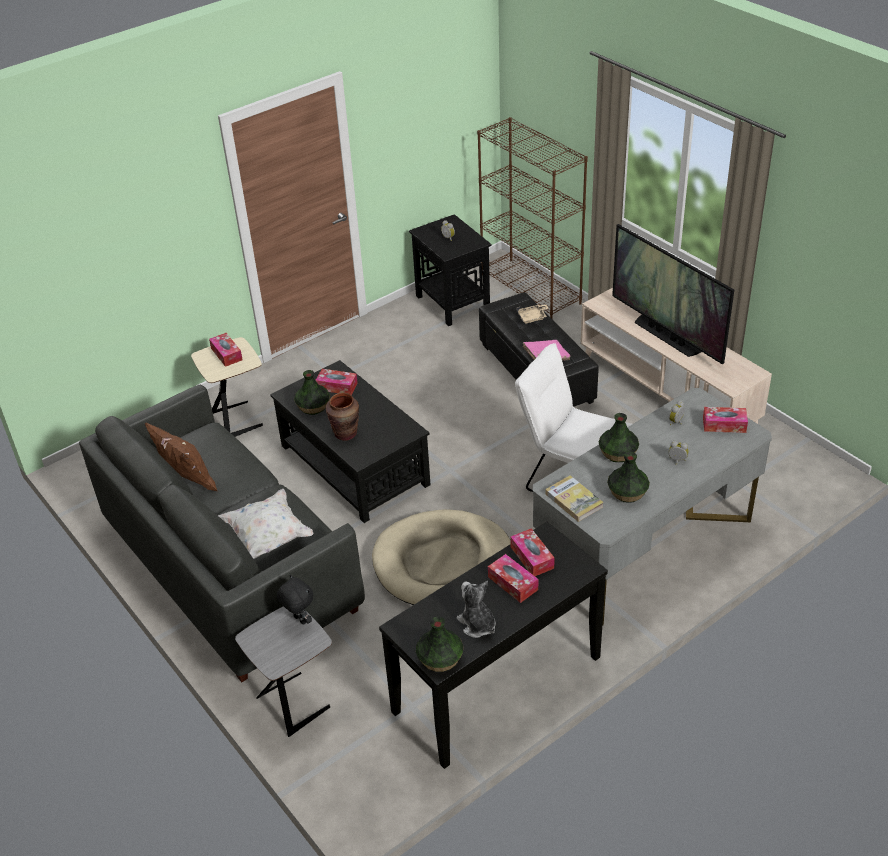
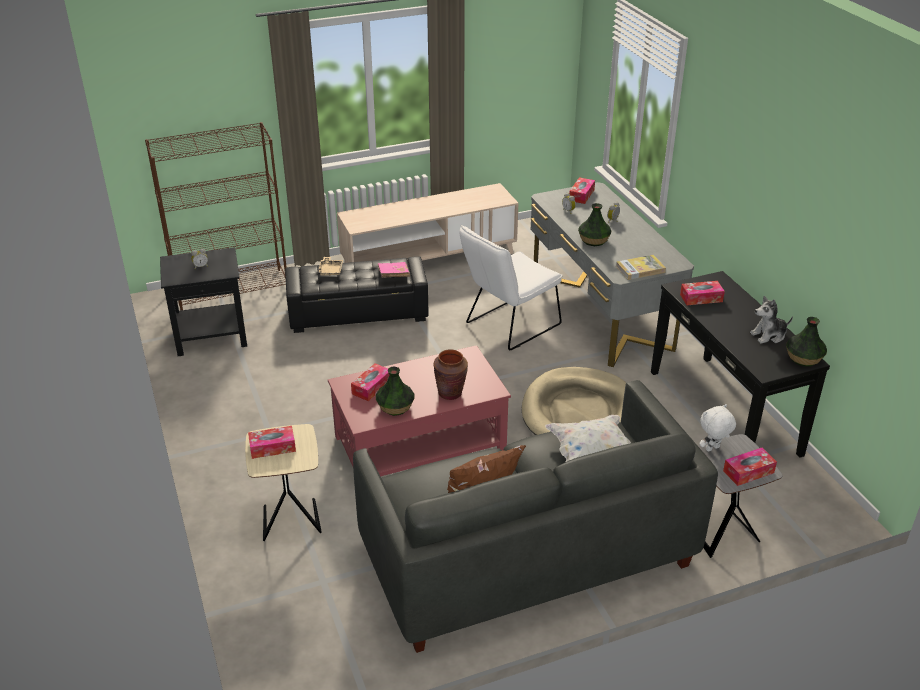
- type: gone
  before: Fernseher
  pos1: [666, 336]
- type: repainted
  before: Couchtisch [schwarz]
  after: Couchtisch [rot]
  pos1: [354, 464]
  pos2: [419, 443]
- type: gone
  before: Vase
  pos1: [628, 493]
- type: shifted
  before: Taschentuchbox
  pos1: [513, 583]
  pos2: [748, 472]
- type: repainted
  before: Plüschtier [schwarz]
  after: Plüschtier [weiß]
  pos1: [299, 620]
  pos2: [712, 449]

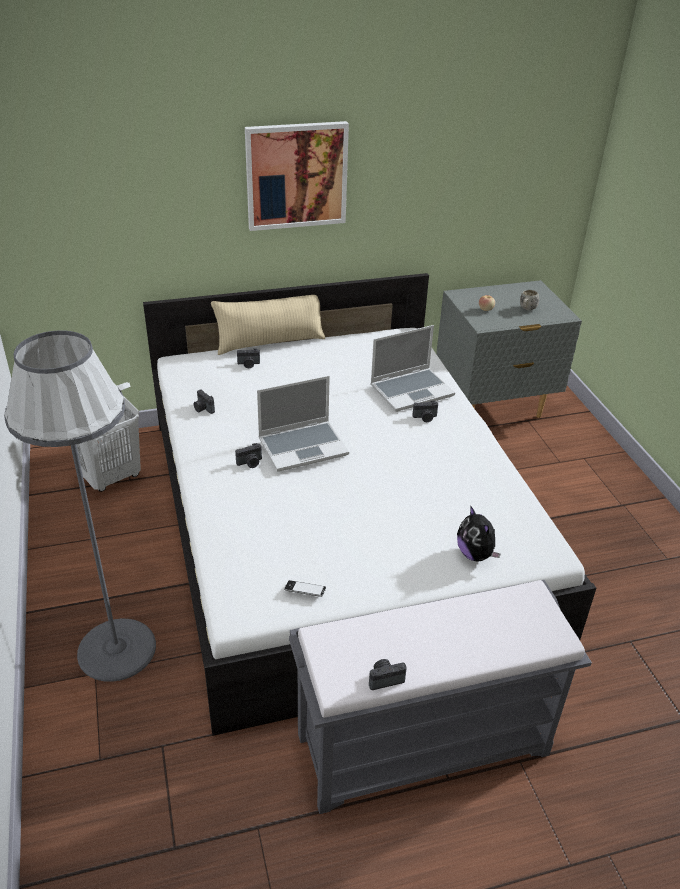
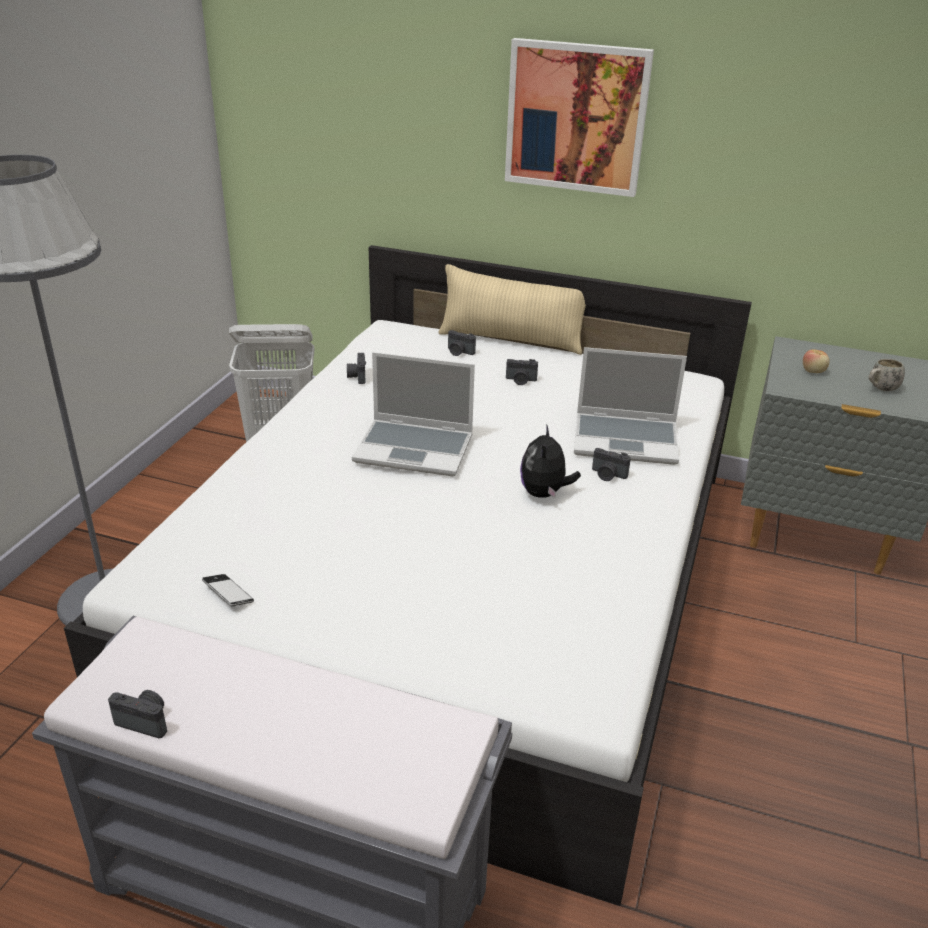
- type: shifted
  before: Kamera
  pos1: [250, 463]
  pos2: [520, 380]
- type: shifted
  before: Plüschtier
  pos1: [475, 554]
  pos2: [544, 493]

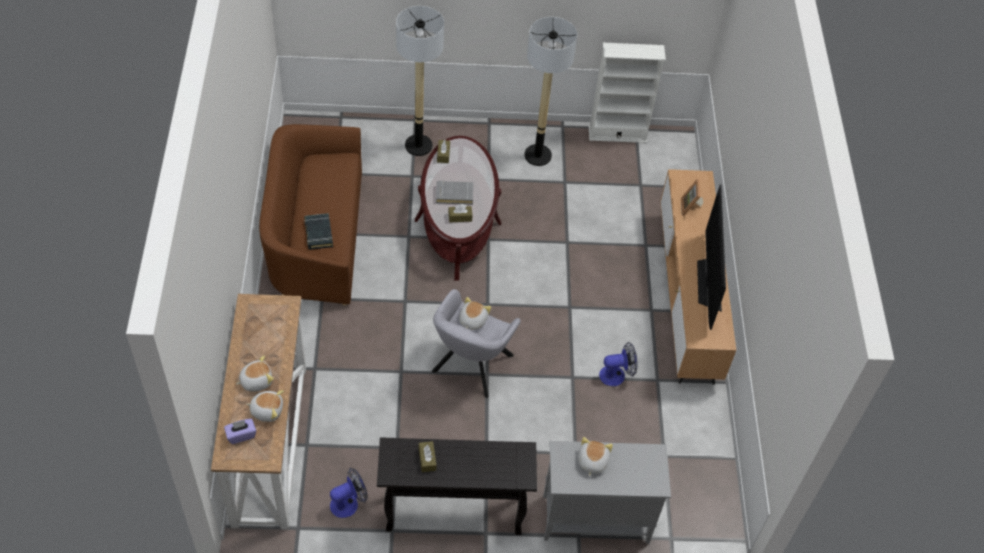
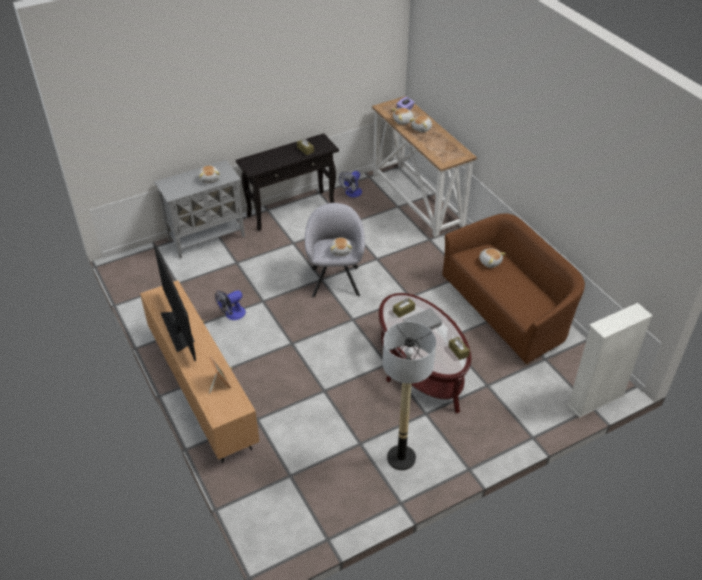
- type: gone
  before: Stehlampe
  pos1: [418, 145]
- type: shifted
  before: Bücherregal [weiß]
  pos1: [617, 134]
  pos2: [595, 400]
- type: swapped
  before: Buch [schwarz]
  after: Plüschtier
  pos1: [318, 233]
  pos2: [490, 262]

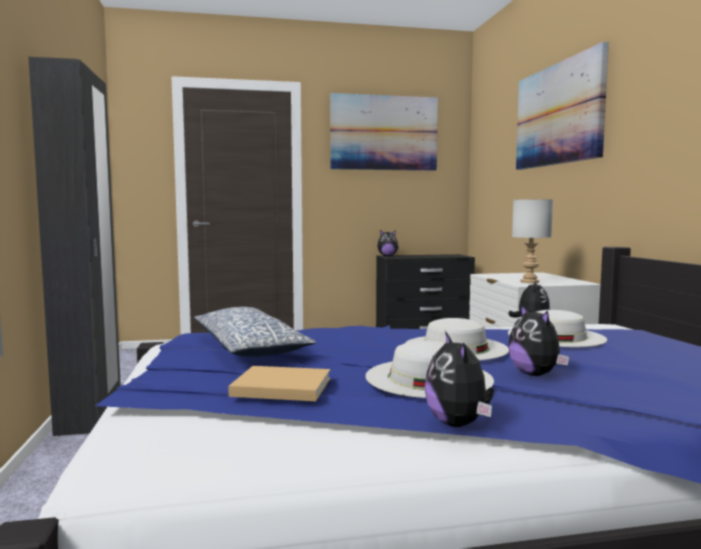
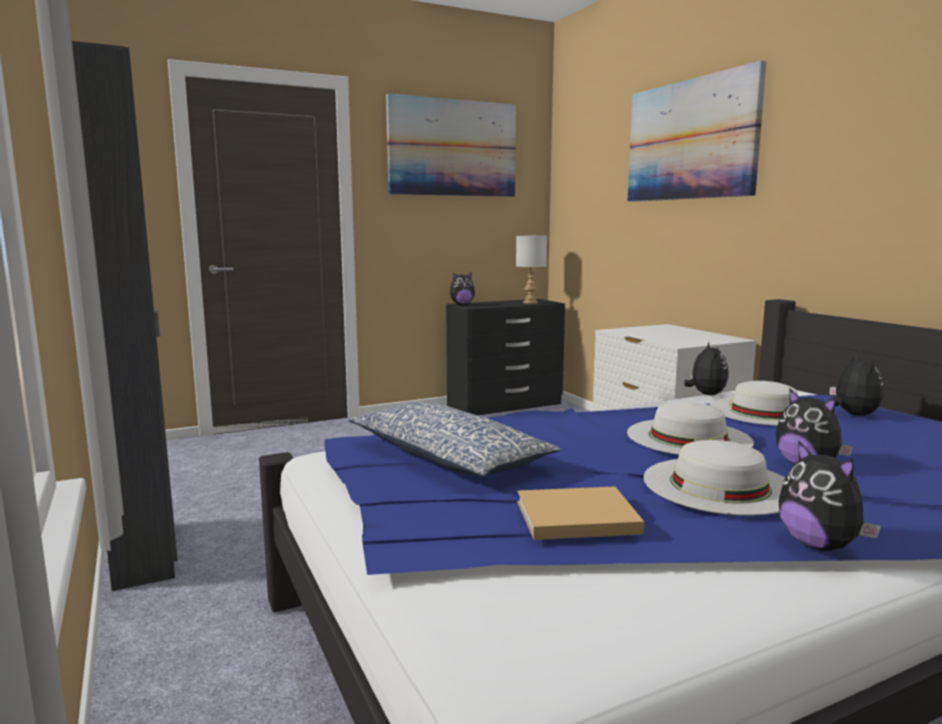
- type: shifted
  before: Tischlampe [grau]
  pos1: [530, 282]
  pos2: [530, 302]
- type: new
  after: Plüschtier
  pos2: [853, 415]

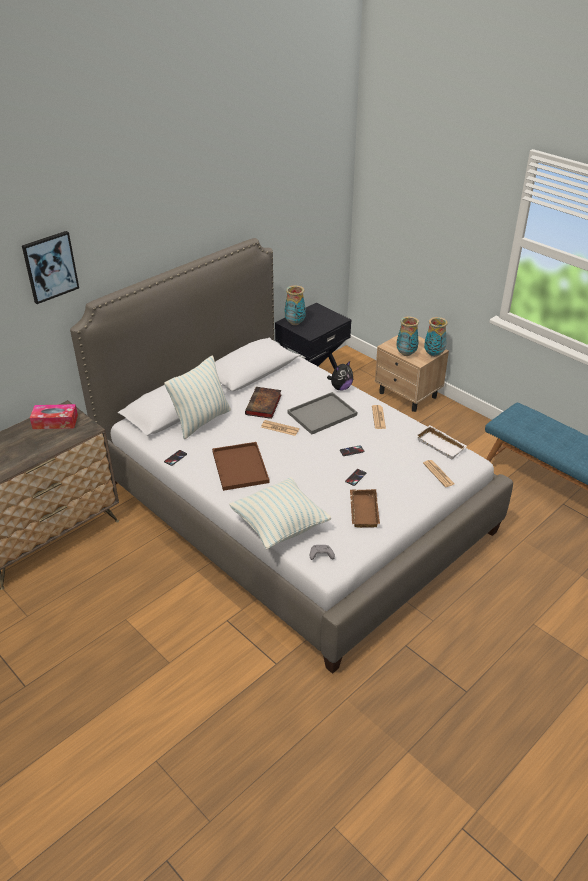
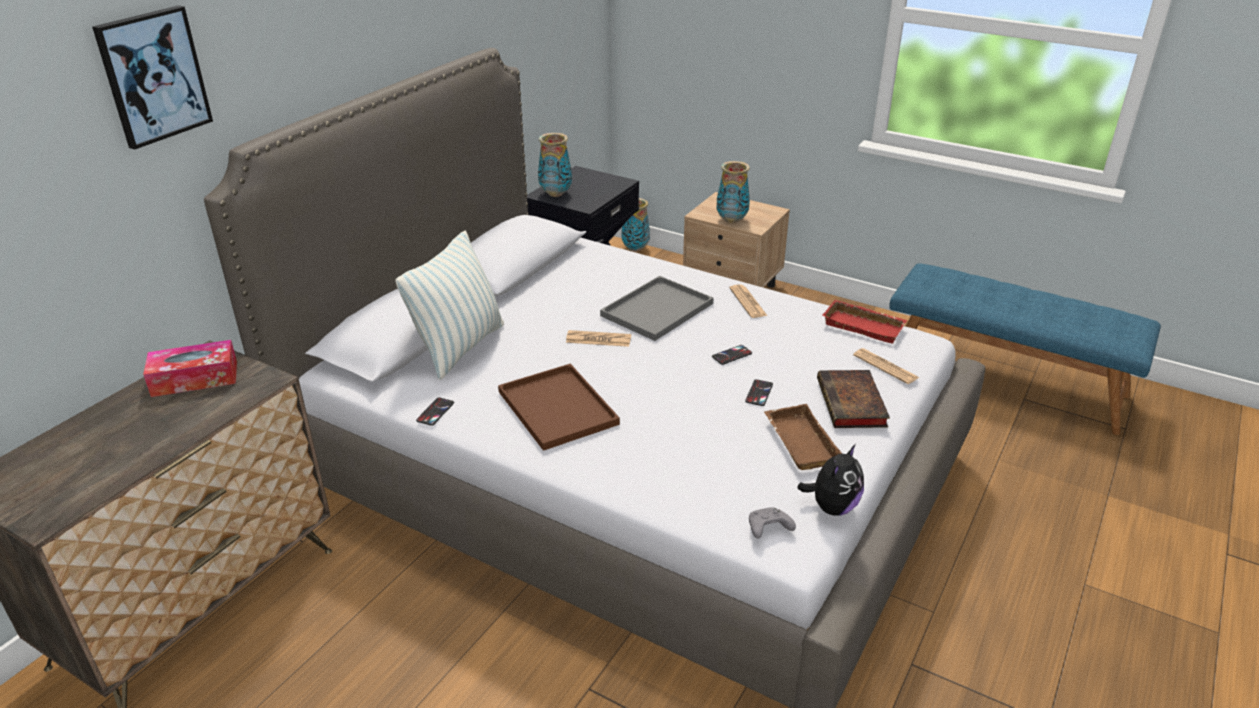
- type: shifted
  before: Vase
  pos1: [434, 354]
  pos2: [636, 248]
- type: shifted
  before: Plüschtier
  pos1: [340, 388]
  pos2: [832, 507]
- type: shifted
  before: Buch
  pos1: [263, 406]
  pos2: [852, 405]
- type: repainted
  before: Tablett [weiß]
  after: Tablett [rot]
  pos1: [441, 445]
  pos2: [864, 326]
- type: gone
  before: Kissen
  pos1: [279, 526]

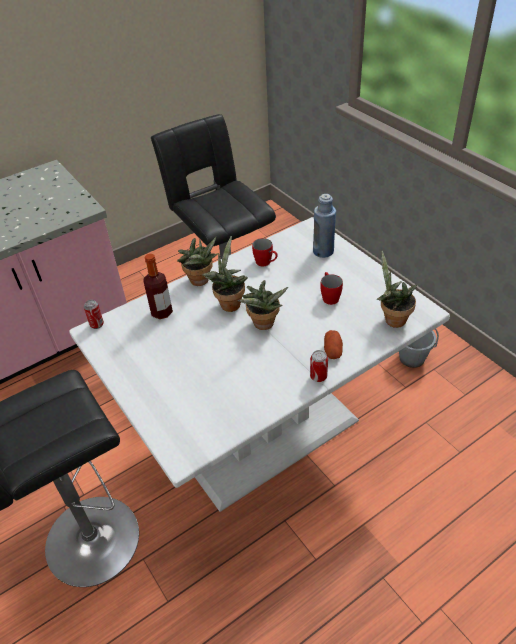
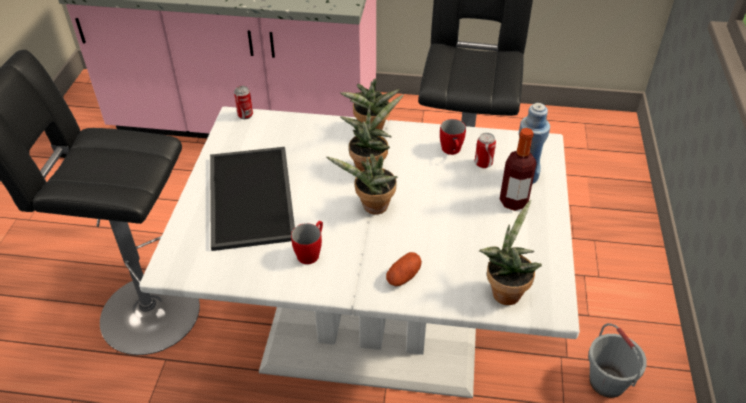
- type: shifted
  before: Flasche
  pos1: [161, 312]
  pos2: [513, 202]
- type: shifted
  before: Henkelbecher [rot]
  pos1: [329, 296]
  pos2: [311, 252]
- type: shifted
  before: Dose
  pos1: [318, 377]
  pos2: [483, 163]
- type: new
  after: Tablett
  pos2: [253, 197]

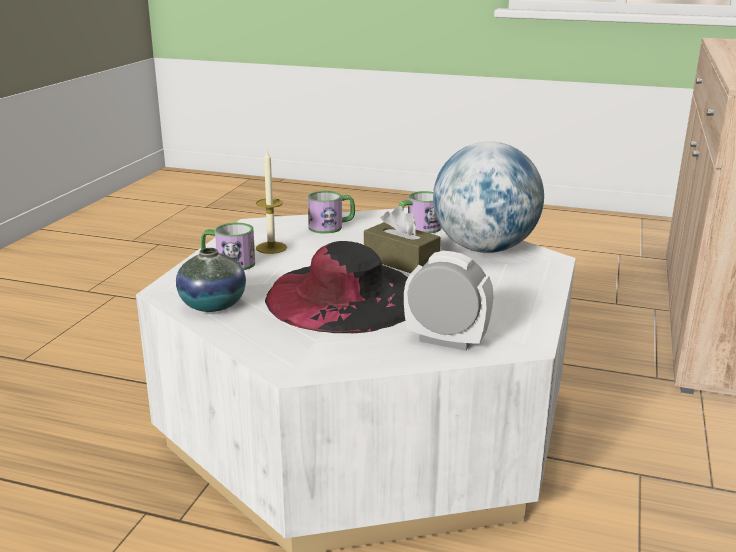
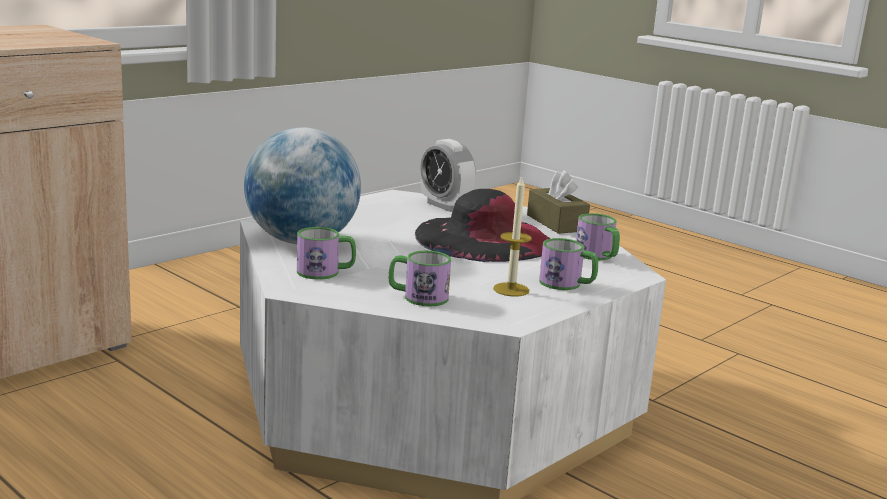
- type: shifted
  before: Taschentuchbox [braun]
  pos1: [401, 261]
  pos2: [556, 223]
- type: swapped
  before: Vase
  after: Henkelbecher
  pos1: [213, 305]
  pos2: [598, 256]

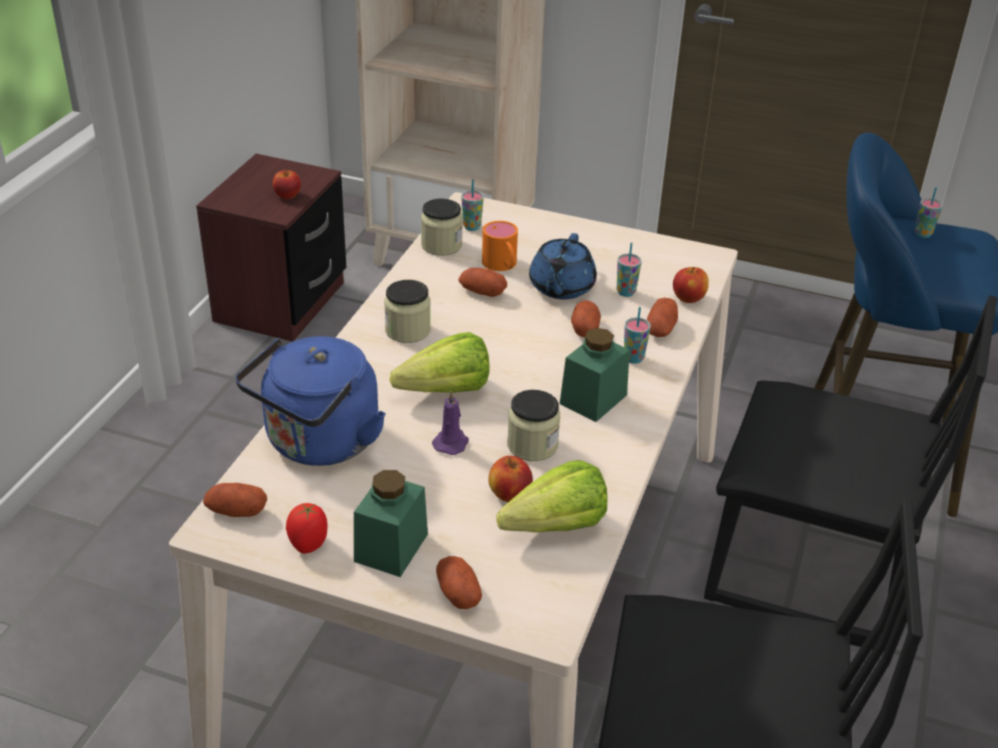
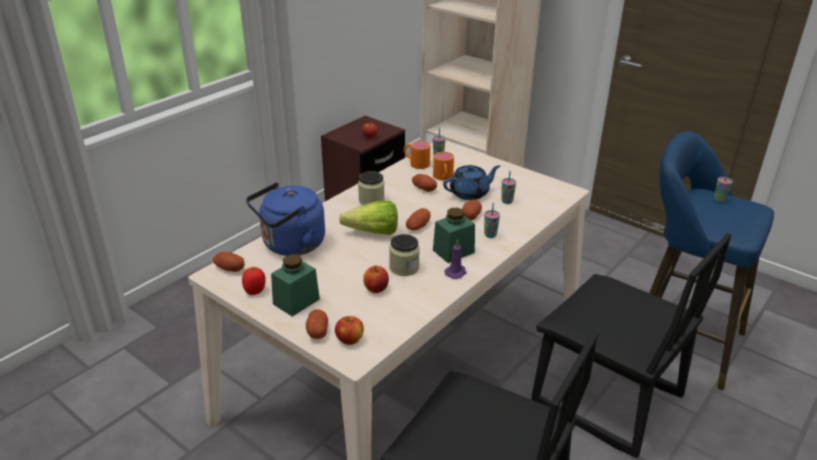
- type: swapped
  before: Vorratsglas
  after: Henkelbecher [orange]
  pos1: [441, 245]
  pos2: [416, 163]
- type: rotated
  before: Teekanne [blau]
  pos1: [561, 288]
  pos2: [470, 193]
  turn: -150
- type: shifted
  before: Apfel
  pos1: [688, 298]
  pos2: [350, 340]
- type: shifted
  before: Kartoffel
  pos1: [661, 329]
  pos2: [418, 226]
- type: shifted
  before: Kerze [lila]
  pos1: [451, 442]
  pos2: [456, 272]
- type: gone
  before: Salatkopf
  pos1: [546, 528]

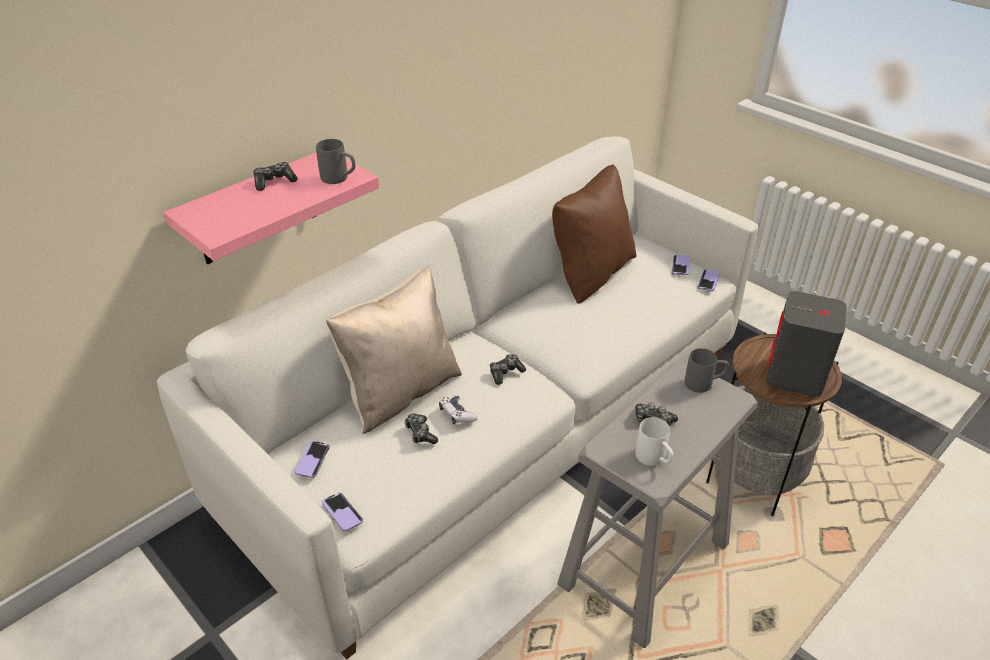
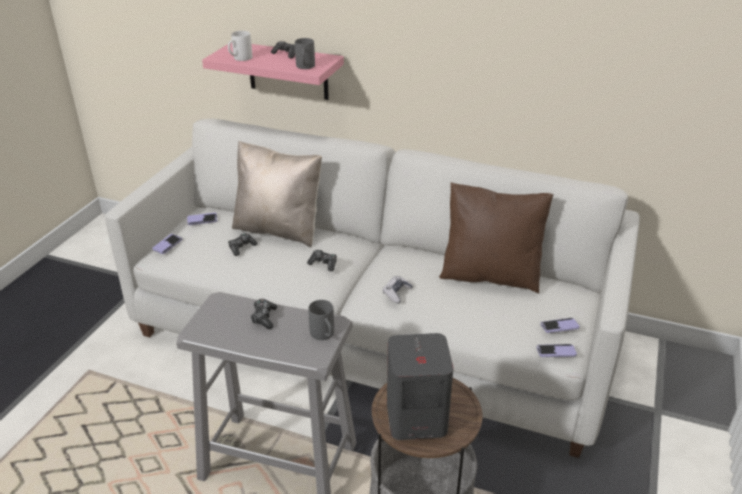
- type: shifted
  before: Gamepad
  pos1: [457, 414]
  pos2: [397, 293]
- type: shifted
  before: Henkelbecher [weiß]
  pos1: [654, 460]
  pos2: [240, 59]

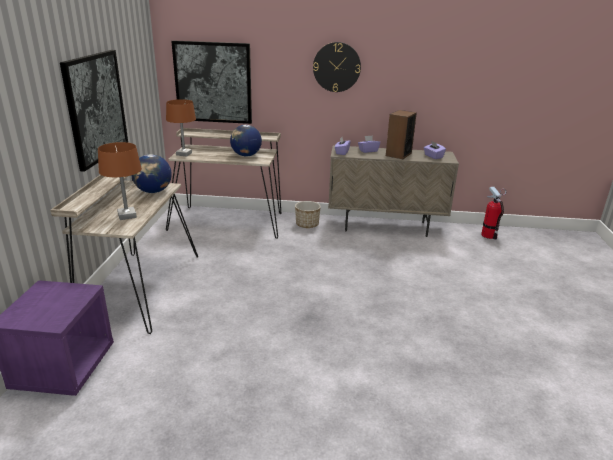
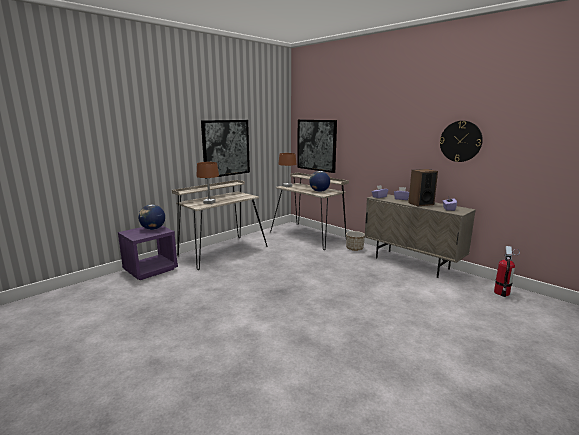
- type: shifted
  before: Wanduhr
  pos1: [336, 67]
  pos2: [460, 141]
- type: shifted
  before: Globus
  pos1: [153, 191]
  pos2: [153, 229]

